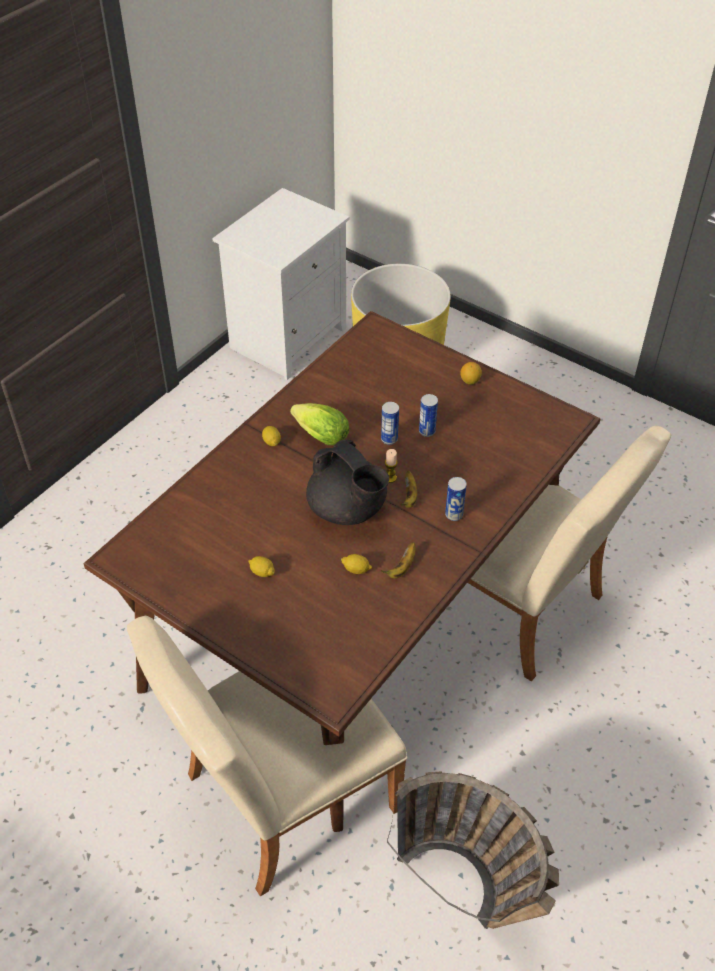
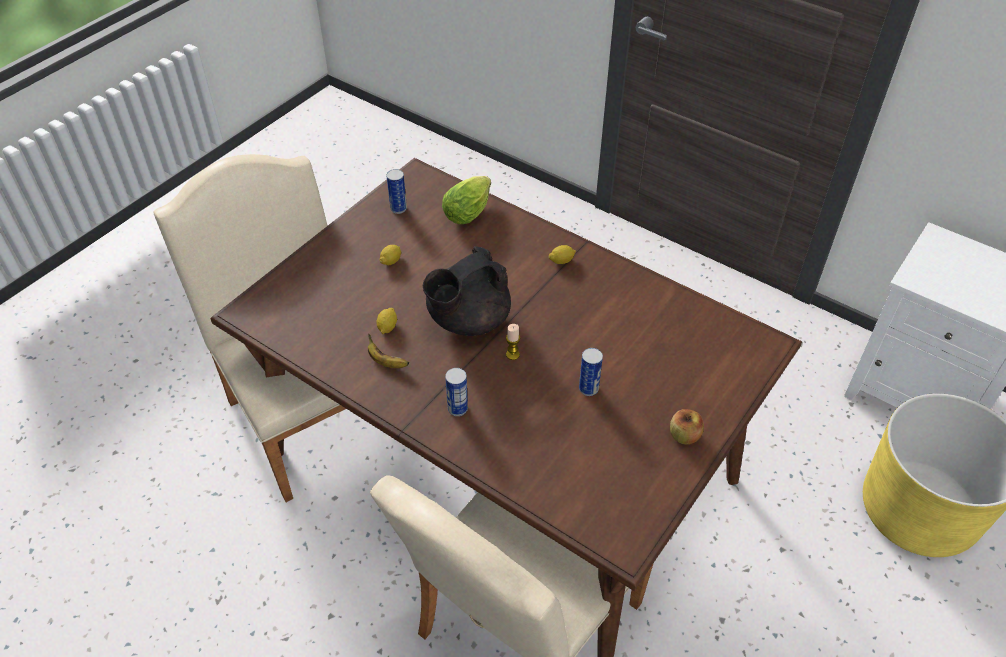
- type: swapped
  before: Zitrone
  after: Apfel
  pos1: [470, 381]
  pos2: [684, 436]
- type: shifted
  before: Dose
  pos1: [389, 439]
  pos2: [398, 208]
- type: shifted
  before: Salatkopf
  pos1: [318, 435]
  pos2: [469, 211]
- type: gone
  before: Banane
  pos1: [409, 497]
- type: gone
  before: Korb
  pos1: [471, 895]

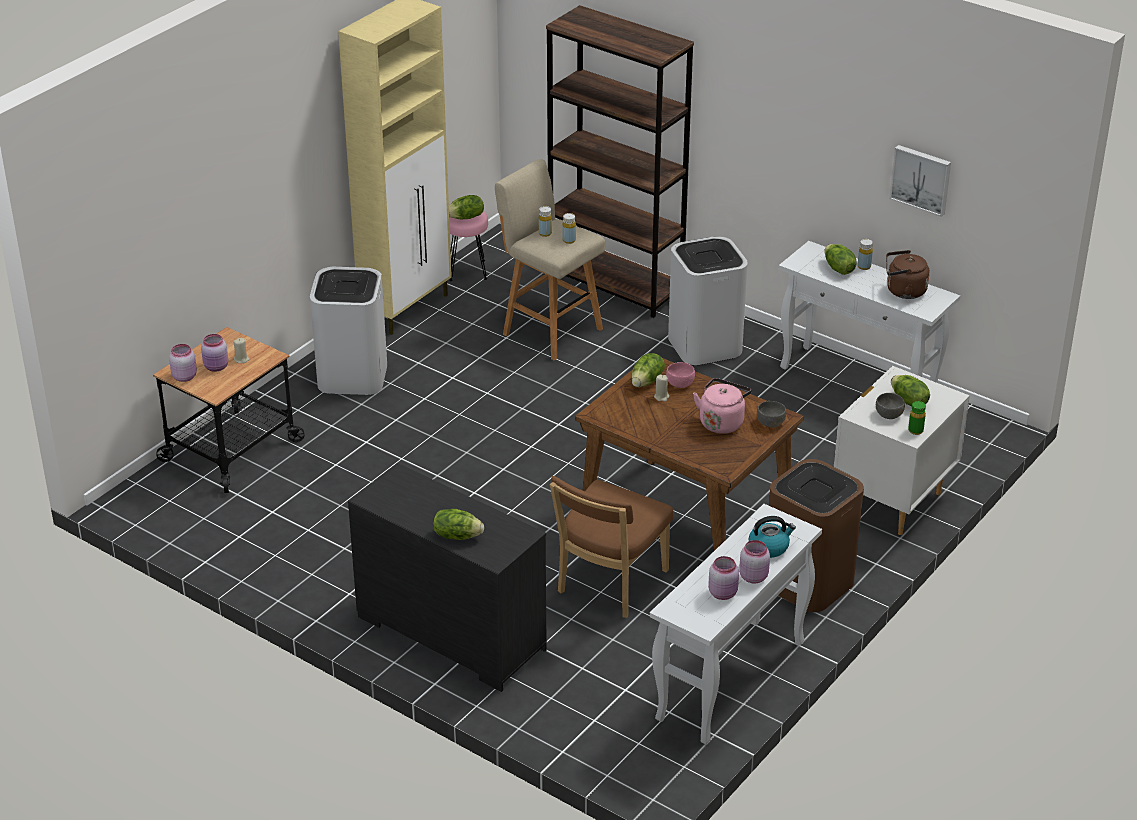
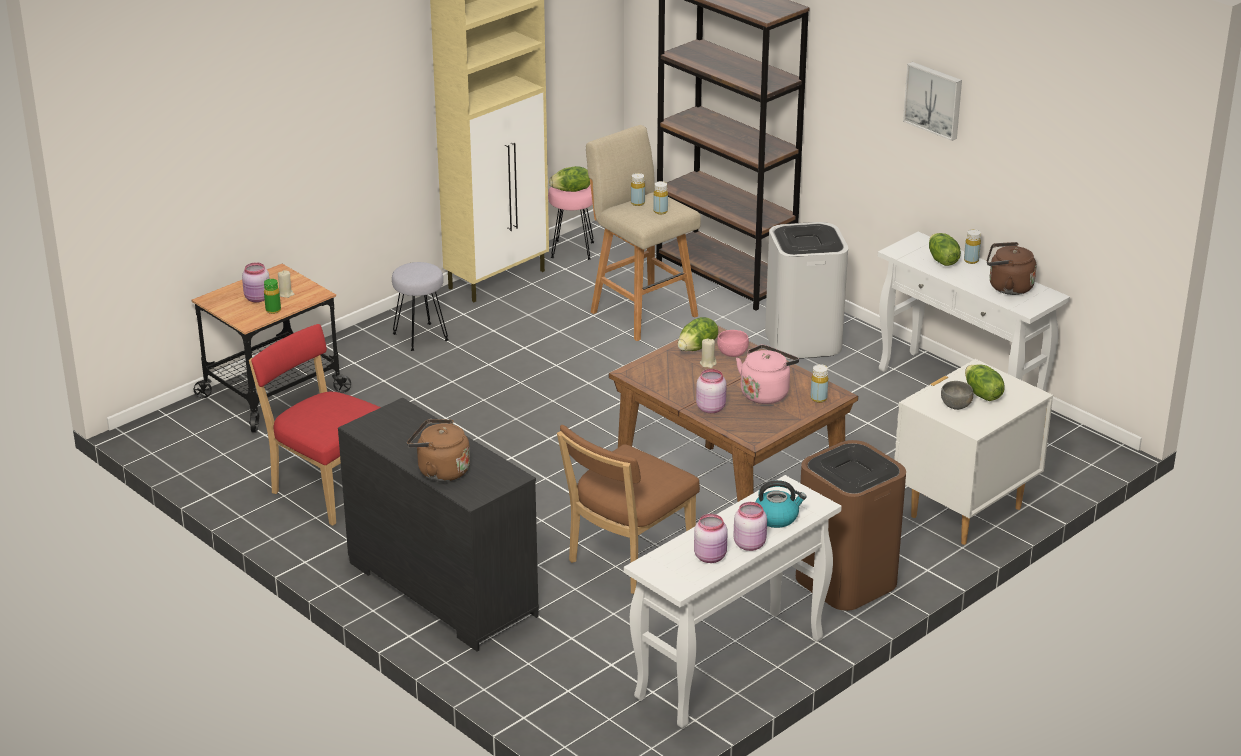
- type: shifted
  before: Bild
  pos1: [921, 179]
  pos2: [934, 100]
- type: swapped
  before: Mülleimer [weiß]
  after: Hocker [grau]
  pos1: [352, 376]
  pos2: [420, 336]
- type: shifted
  before: Vorratsglas [rosa]
  pos1: [184, 376]
  pos2: [711, 408]
- type: swapped
  before: Schüssel [grau]
  after: Flasche [gelb]
  pos1: [770, 422]
  pos2: [818, 398]
- type: shifted
  before: Flasche [grün]
  pos1: [915, 431]
  pos2: [273, 310]
- type: swapped
  before: Salatkopf
  after: Wasserkessel [braun]
  pos1: [457, 535]
  pos2: [440, 471]
- type: new
  after: Stuhl [rot]
  pos2: [328, 489]

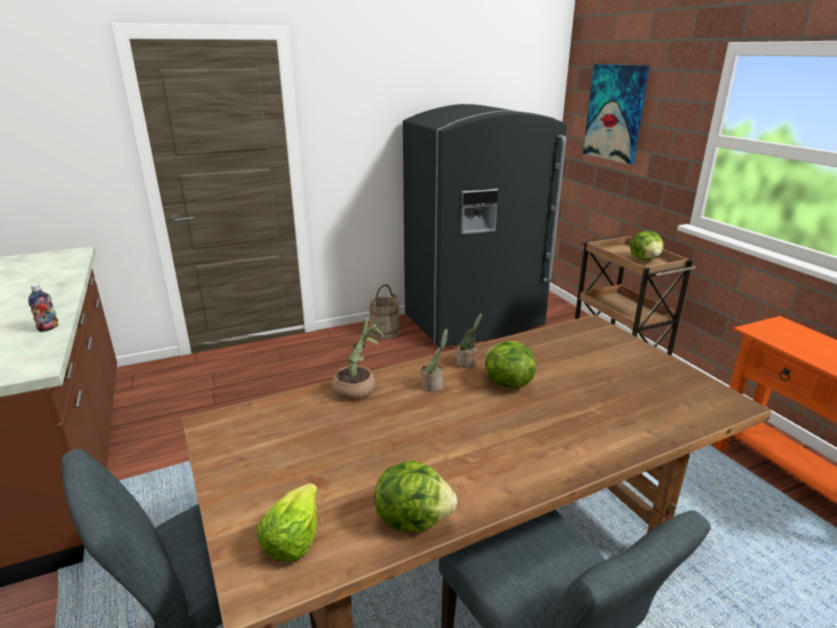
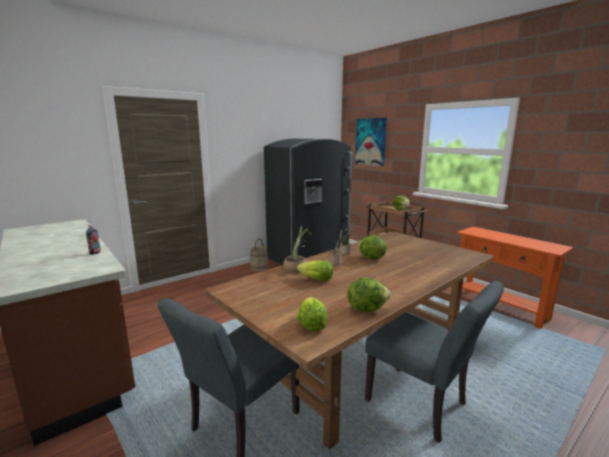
- type: new
  after: Salatkopf
  pos2: [316, 279]

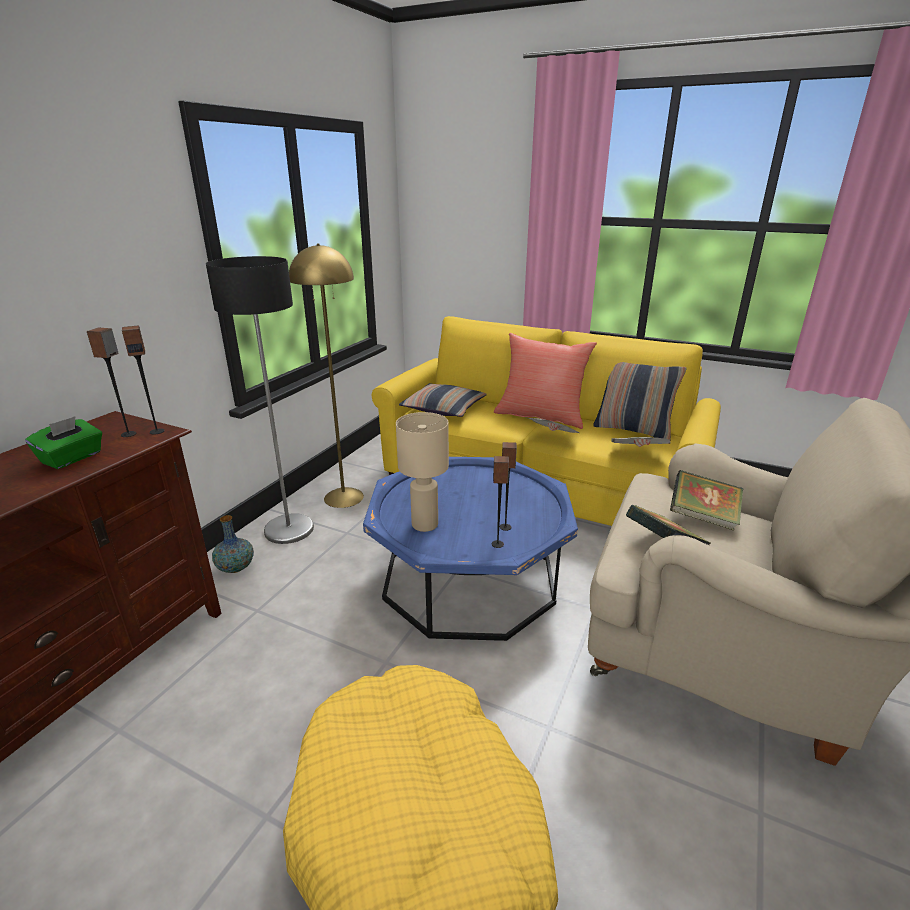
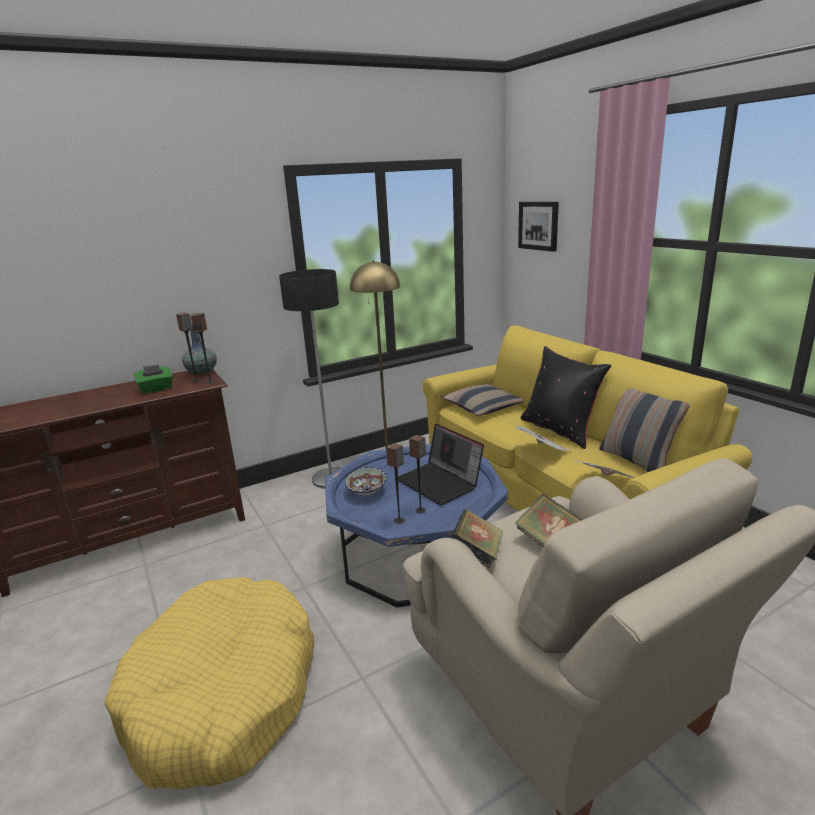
- type: repainted
  before: Kissen [rot]
  after: Kissen [schwarz]
  pos1: [541, 416]
  pos2: [560, 430]
- type: swapped
  before: Tischlampe [beige]
  after: Schüssel
  pos1: [425, 525]
  pos2: [367, 491]
- type: shifted
  before: Vase
  pos1: [235, 567]
  pos2: [202, 373]
- type: new
  after: Bild
  pos2: [538, 225]
- type: new
  after: Laptop
  pos2: [440, 483]

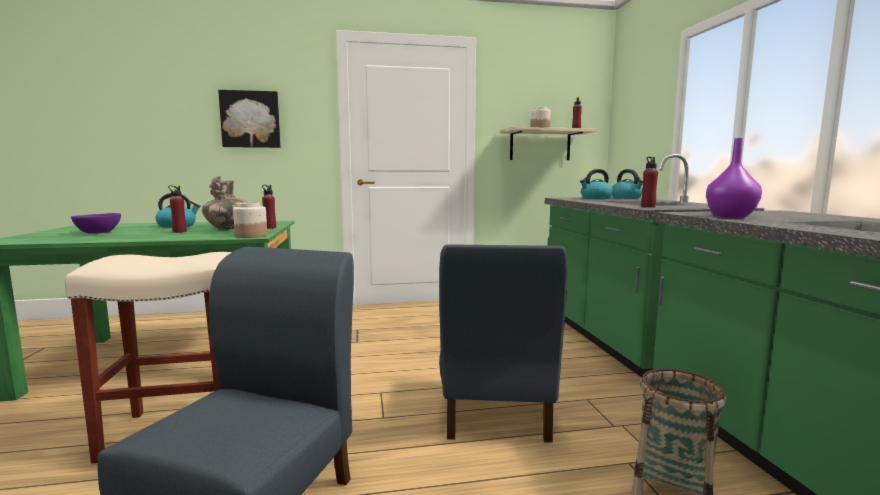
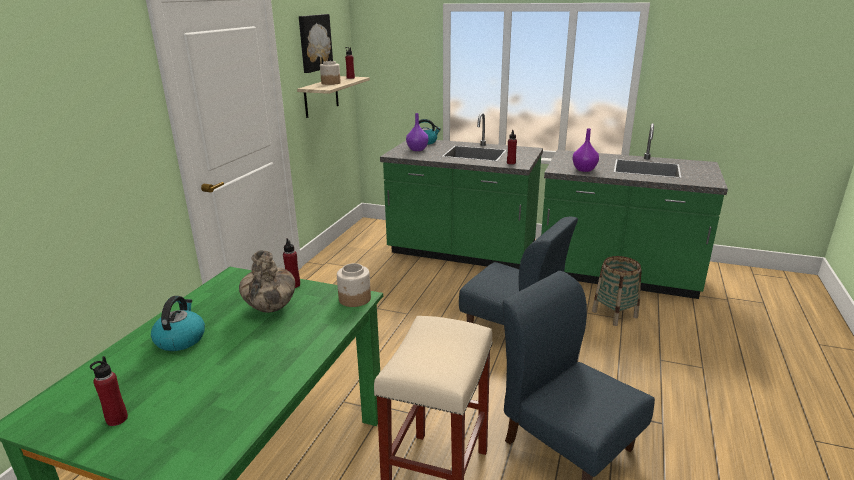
- type: shifted
  before: Bild
  pos1: [250, 119]
  pos2: [314, 42]
- type: swapped
  before: Wasserkessel
  after: Vase [lila]
  pos1: [595, 198]
  pos2: [417, 149]
- type: shifted
  before: Flasche [rot]
  pos1: [179, 231]
  pos2: [117, 419]
- type: gone
  before: Schüssel [lila]
  pos1: [99, 233]

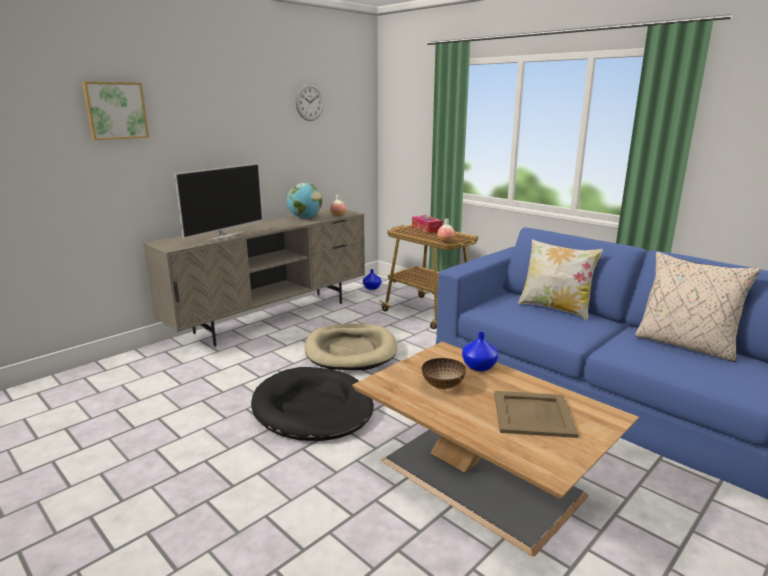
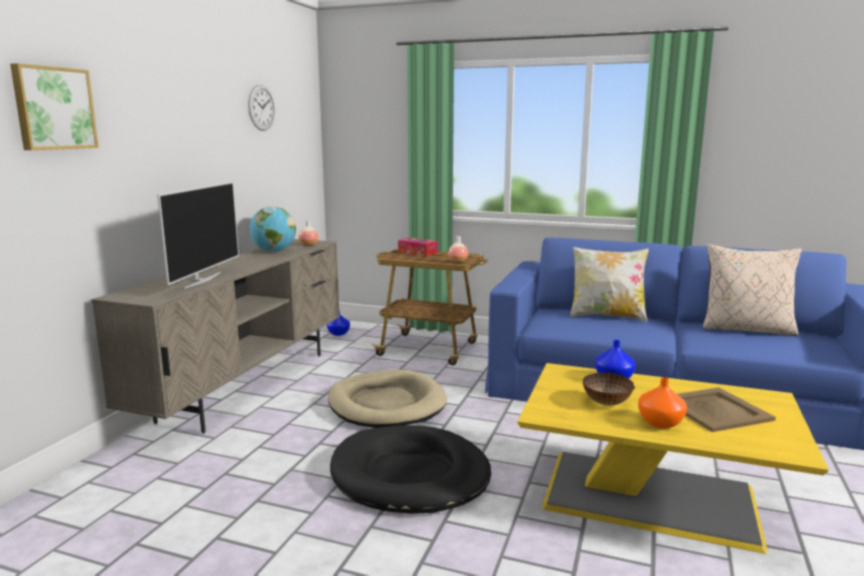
- type: repainted
  before: Couchtisch [braun]
  after: Couchtisch [gelb]
  pos1: [483, 478]
  pos2: [654, 497]
- type: new
  after: Vase [orange]
  pos2: [661, 423]

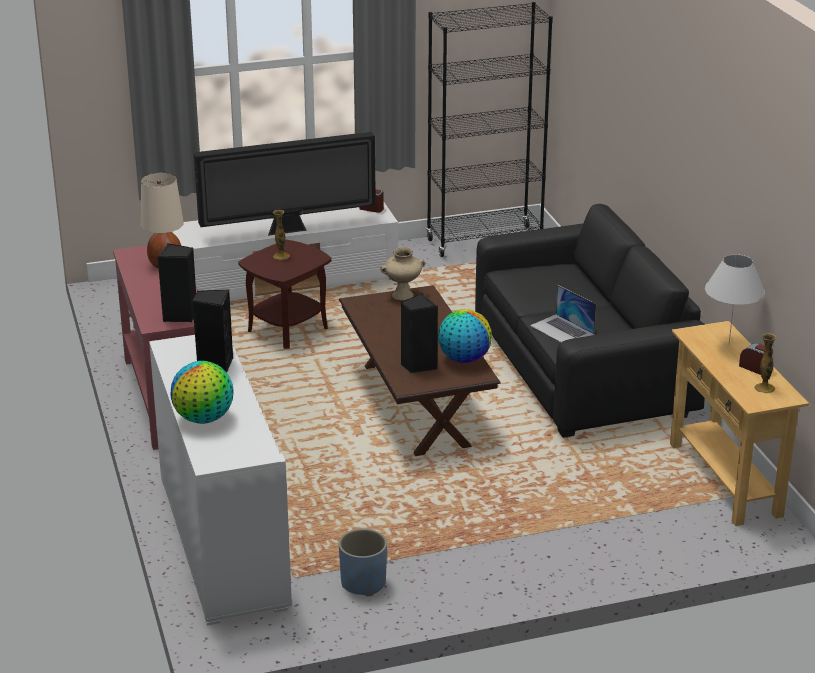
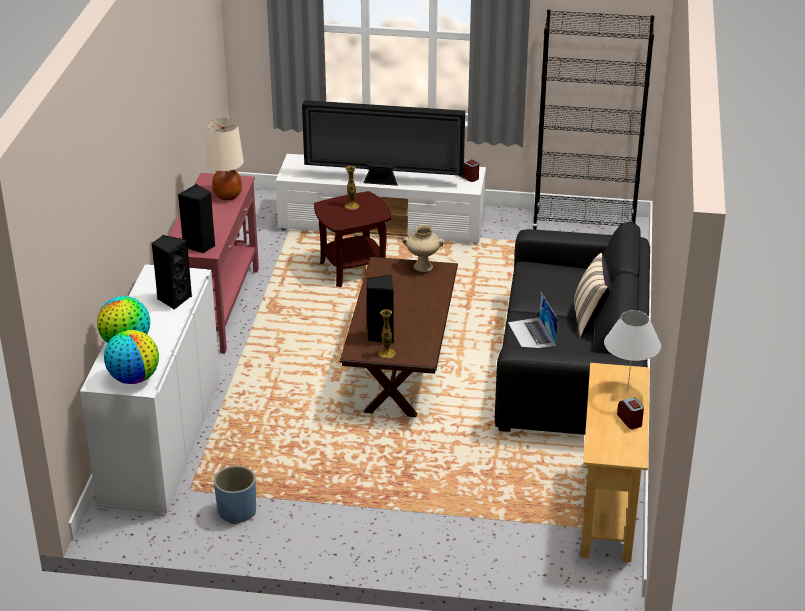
- type: shifted
  before: Globus
  pos1: [464, 359]
  pos2: [134, 378]
- type: shifted
  before: Vase
  pos1: [764, 388]
  pos2: [387, 353]
- type: new
  after: Kissen [beige]
  pos2: [590, 319]

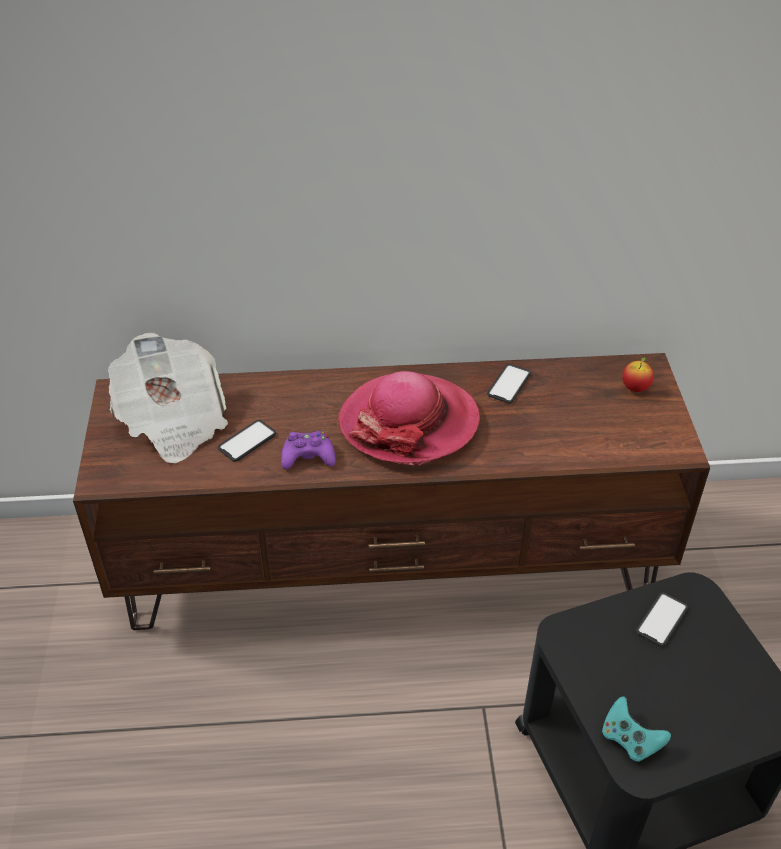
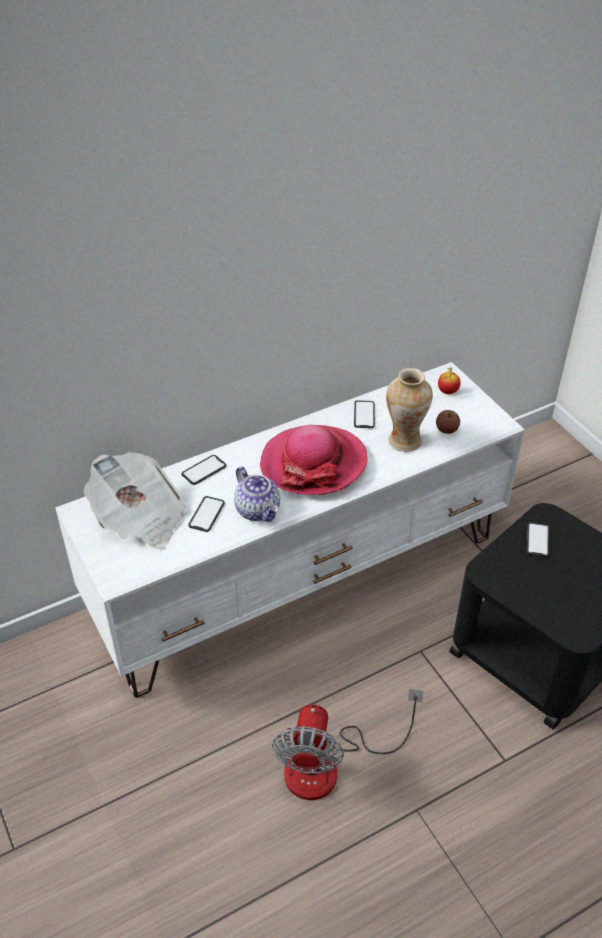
- type: repainted
  before: Fernsehschrank [braun]
  after: Fernsehschrank [weiß]
  pos1: [392, 562]
  pos2: [301, 577]
- type: swapped
  before: Gamepad [lila]
  after: Teekanne
  pos1: [308, 456]
  pos2: [258, 510]
- type: gone
  before: Gamepad [türkis]
  pos1: [630, 739]
- type: new
  after: Vase
  pos2: [404, 441]
- type: new
  after: Apfel
  pos2: [446, 429]
- type: new
  after: Handy
  pos2: [204, 470]
- type: new
  after: Ventilator
  pos2: [329, 765]

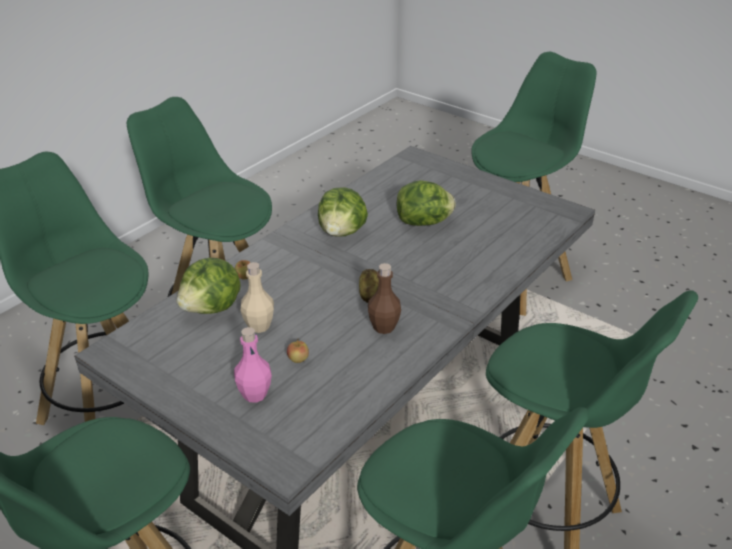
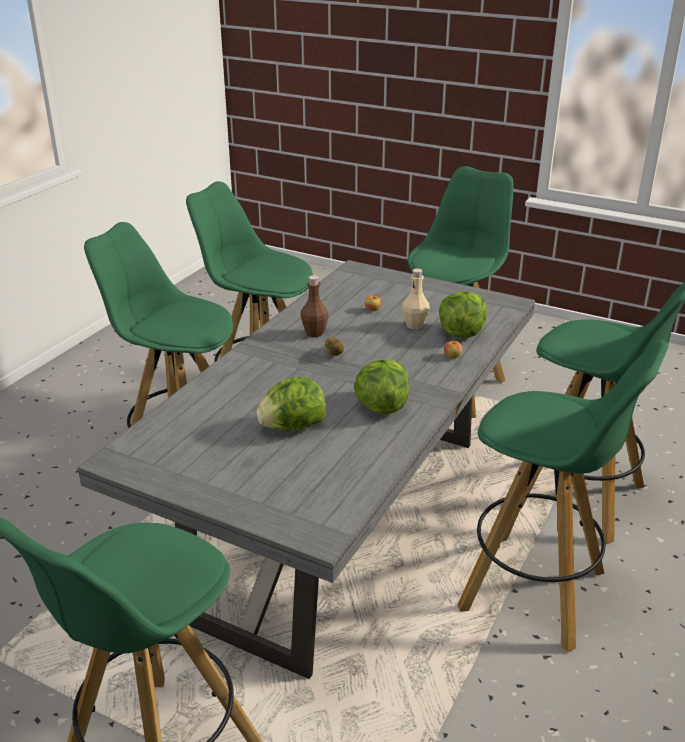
- type: gone
  before: Flasche [rosa]
  pos1: [254, 394]

